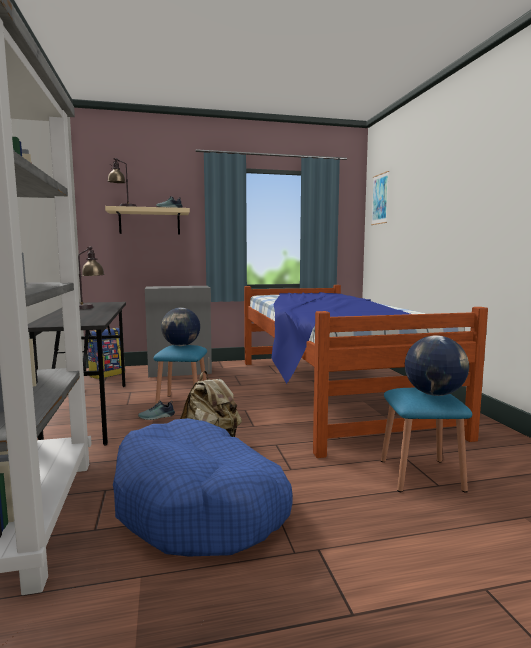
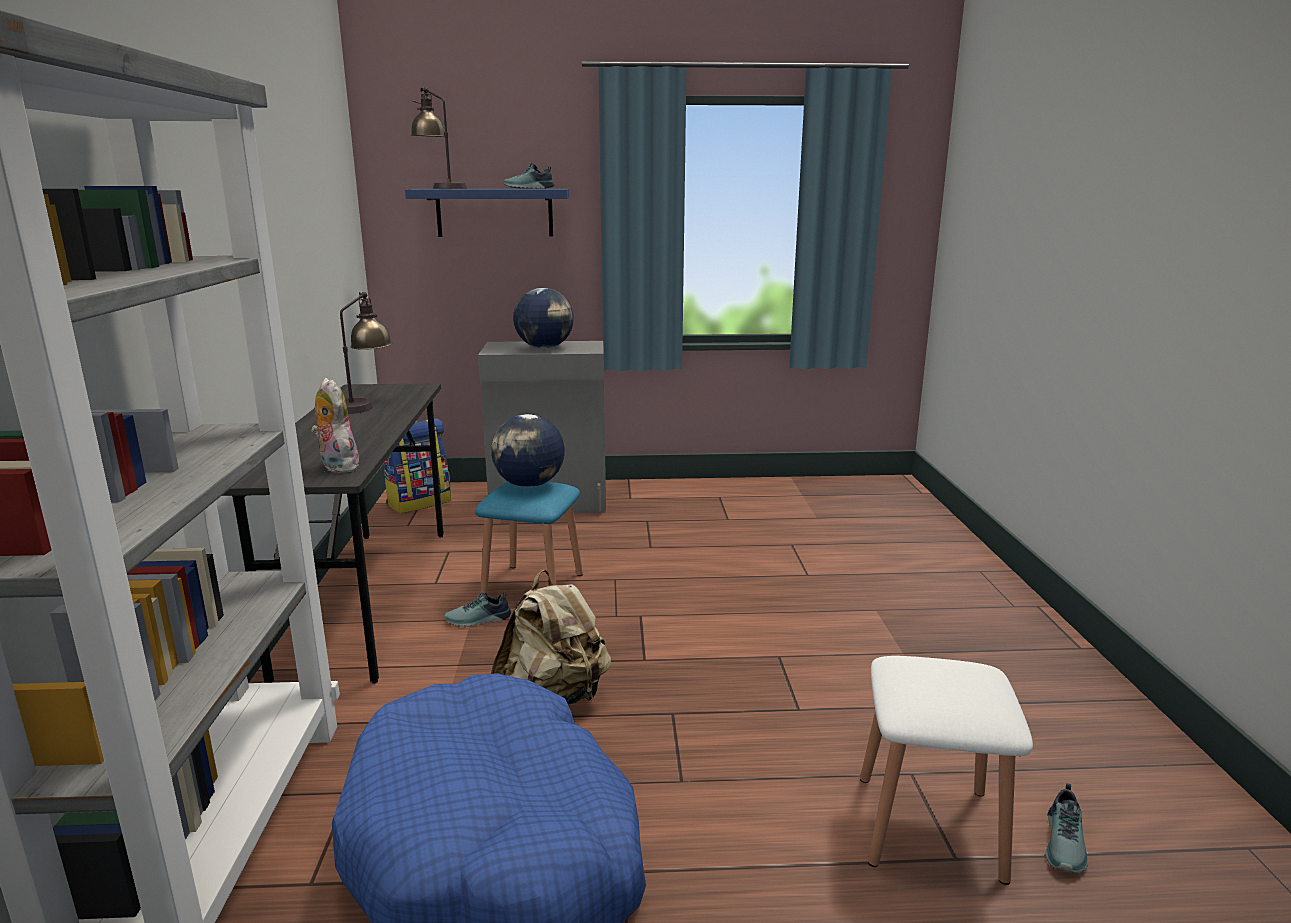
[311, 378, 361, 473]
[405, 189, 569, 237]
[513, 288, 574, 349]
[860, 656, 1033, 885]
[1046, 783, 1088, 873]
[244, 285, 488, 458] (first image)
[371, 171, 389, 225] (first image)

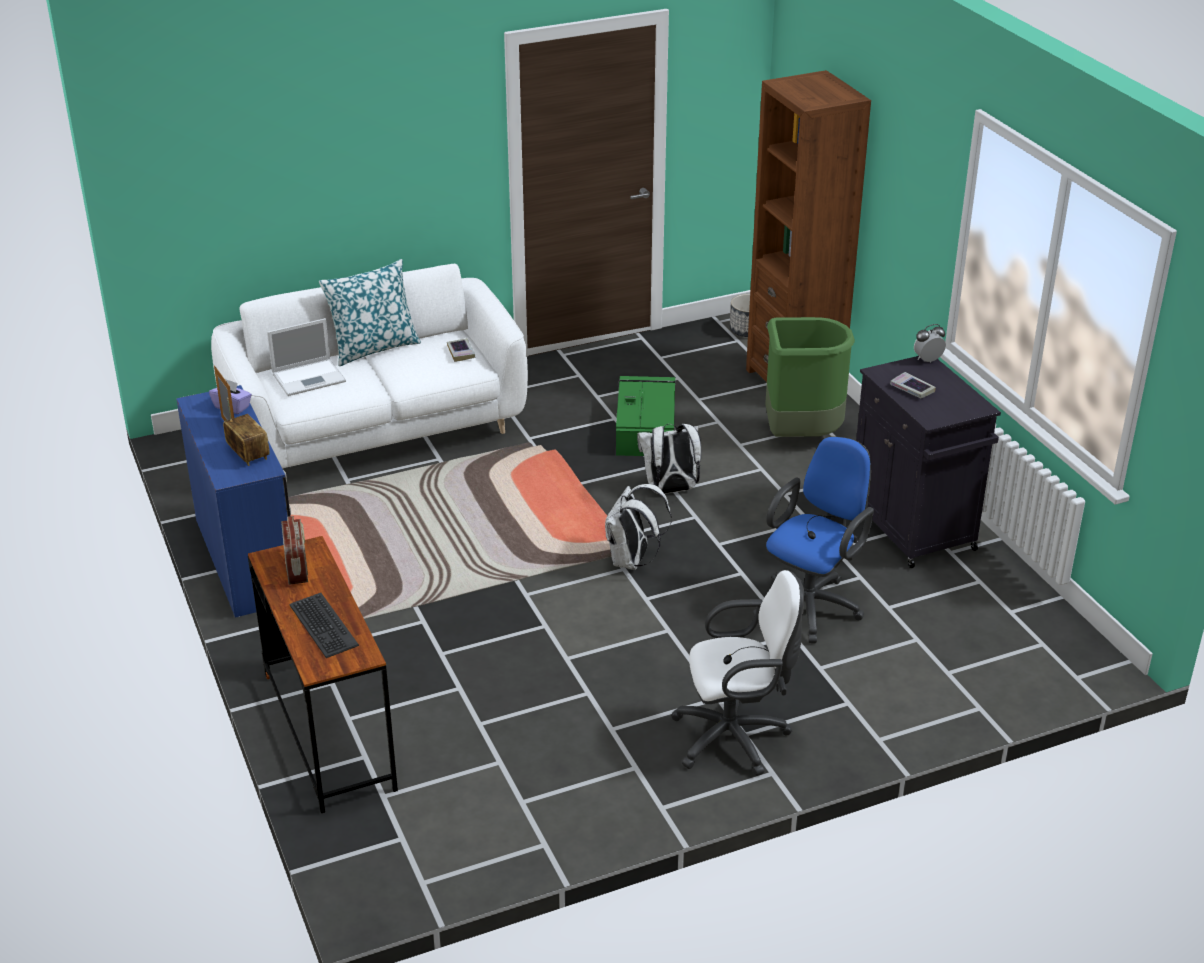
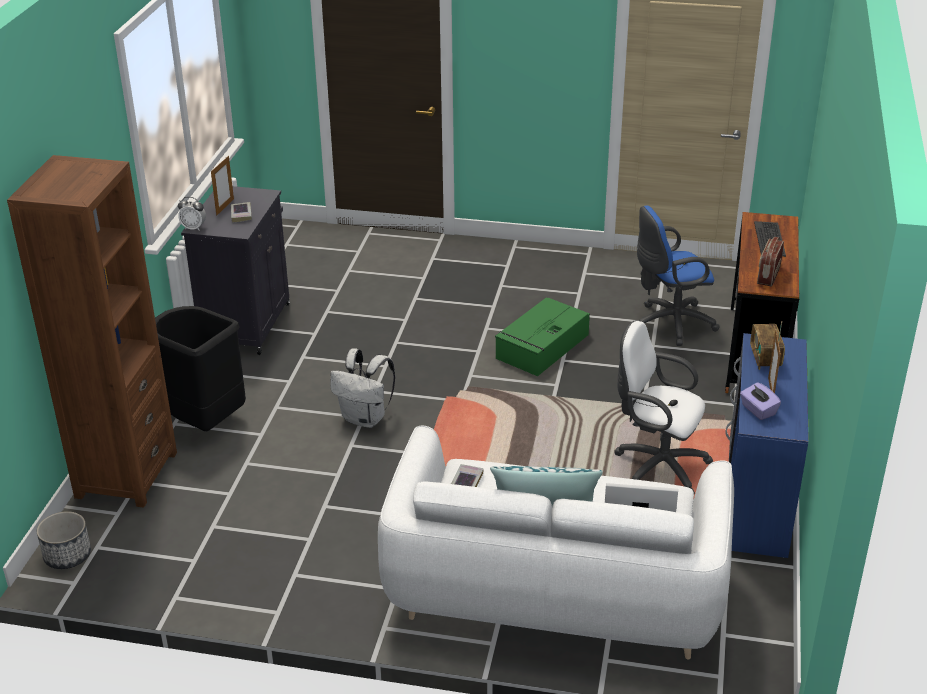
[155, 306, 246, 431]
[211, 156, 234, 215]
[495, 298, 590, 376]
[614, 320, 713, 494]
[637, 205, 720, 346]
[605, 484, 672, 570] (first image)

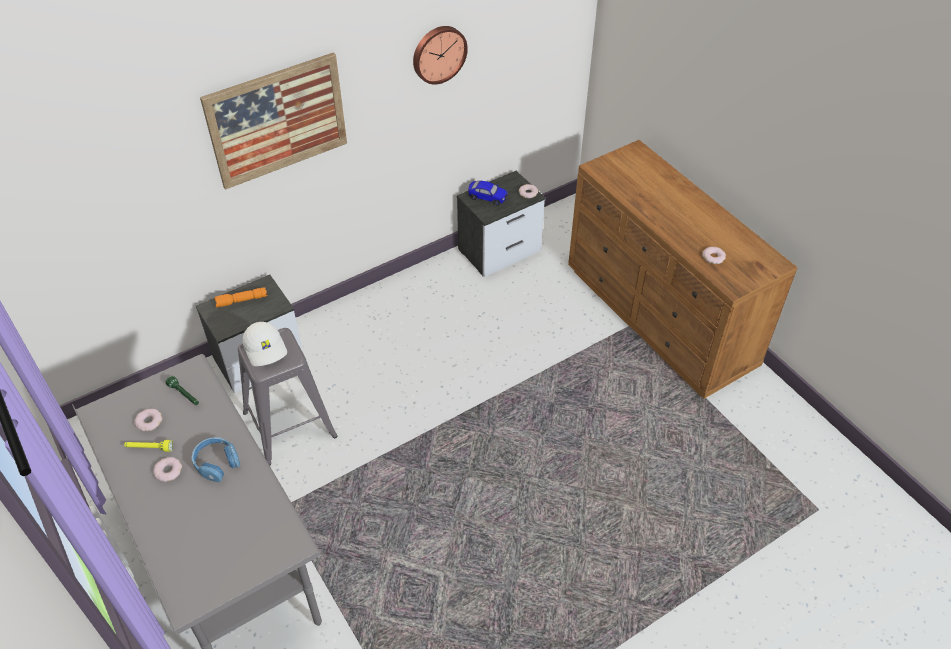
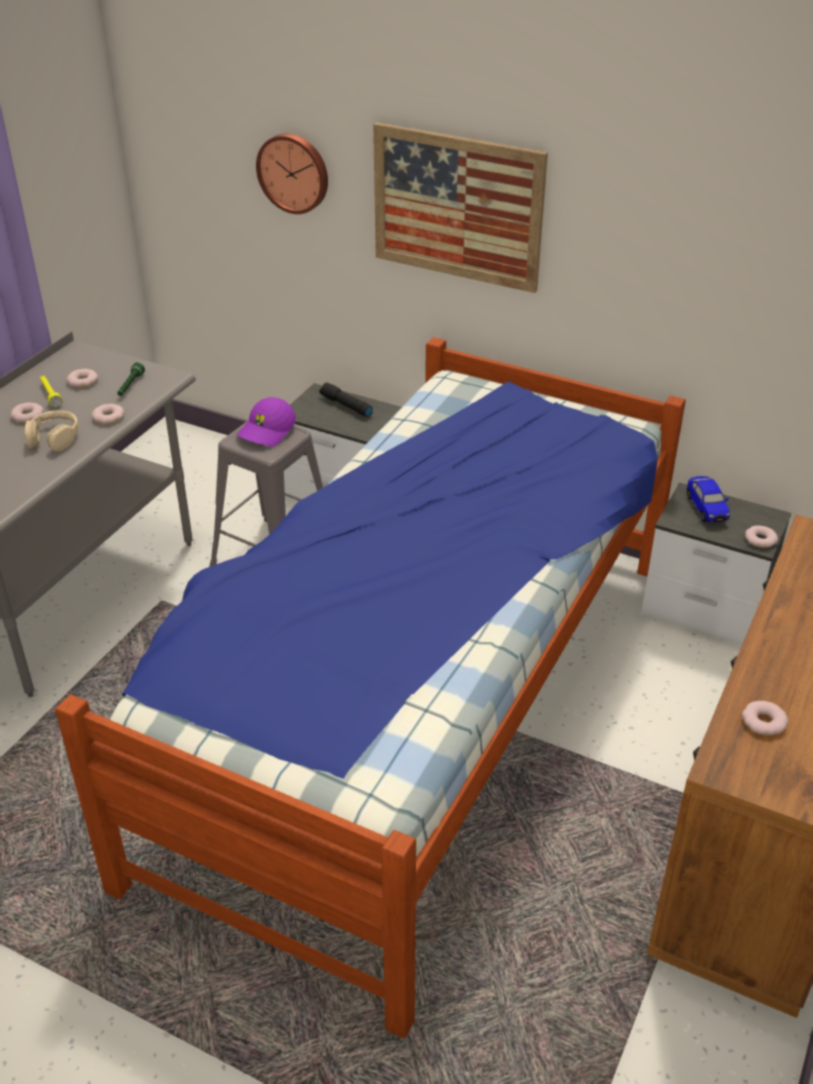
[25, 410, 79, 452]
[55, 337, 686, 1039]
[92, 404, 125, 424]
[237, 397, 296, 446]
[256, 133, 328, 214]
[319, 383, 373, 417]

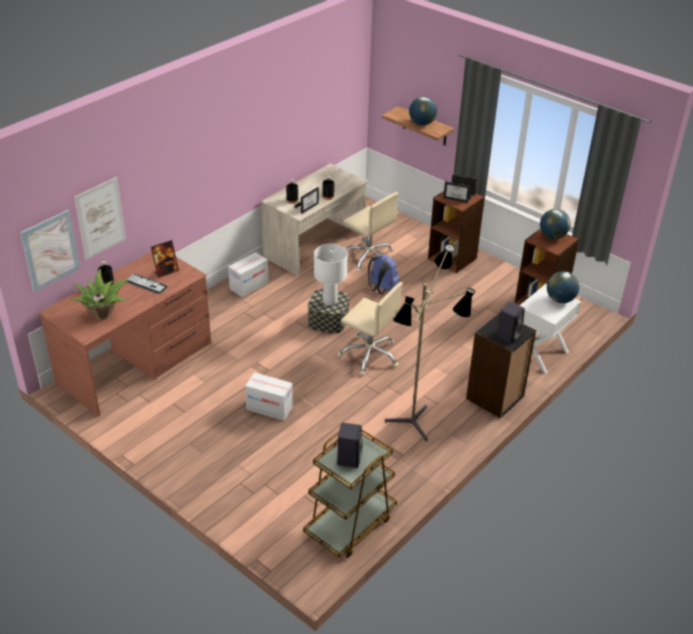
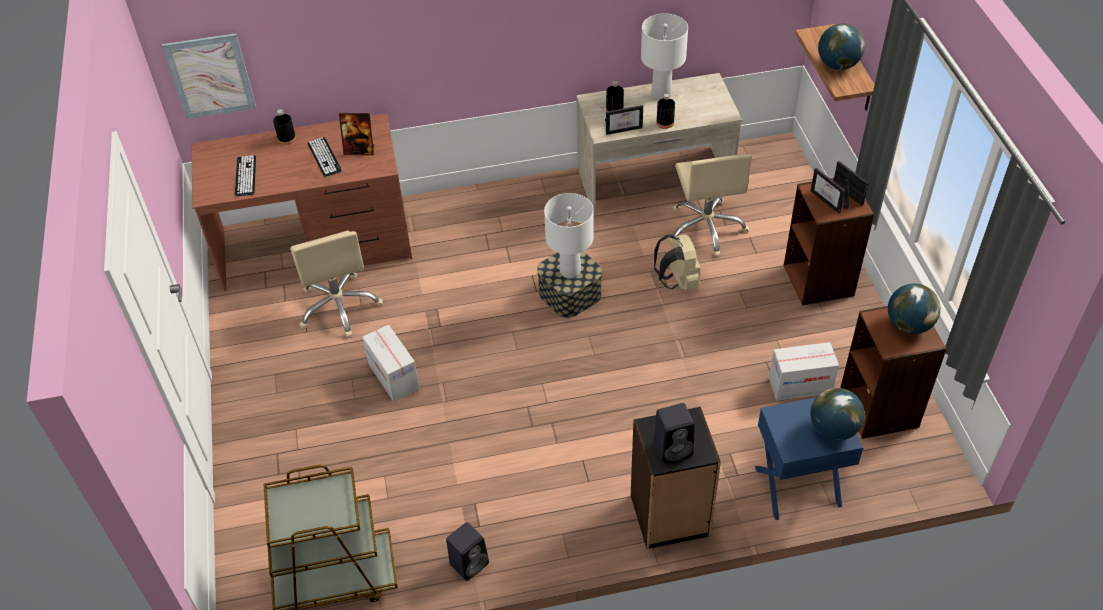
[235, 155, 256, 196]
[290, 230, 383, 338]
[446, 522, 489, 581]
[641, 13, 688, 100]
[654, 235, 701, 290]
[755, 397, 863, 520]
[769, 342, 839, 401]
[74, 177, 126, 260] (first image)
[385, 244, 475, 441] (first image)

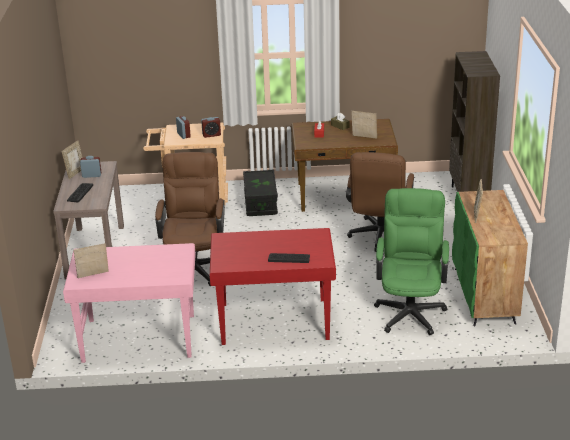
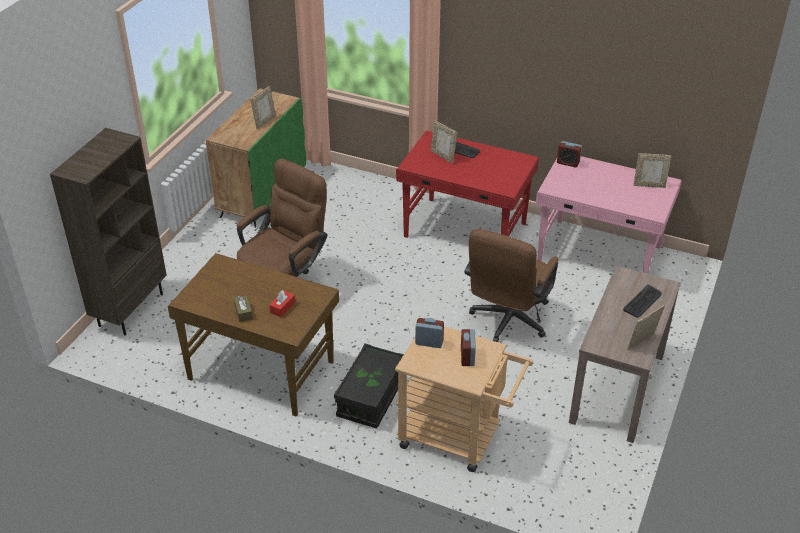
[431, 120, 457, 164]
[557, 141, 582, 167]
[374, 188, 449, 335] (first image)

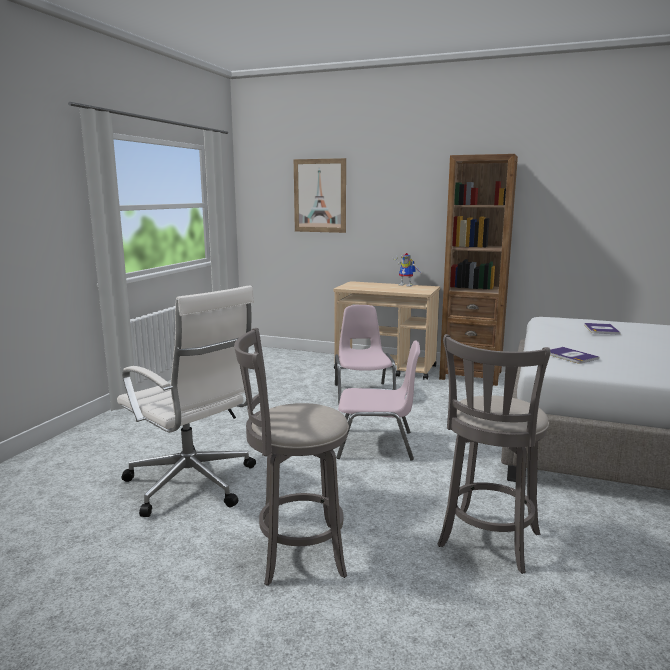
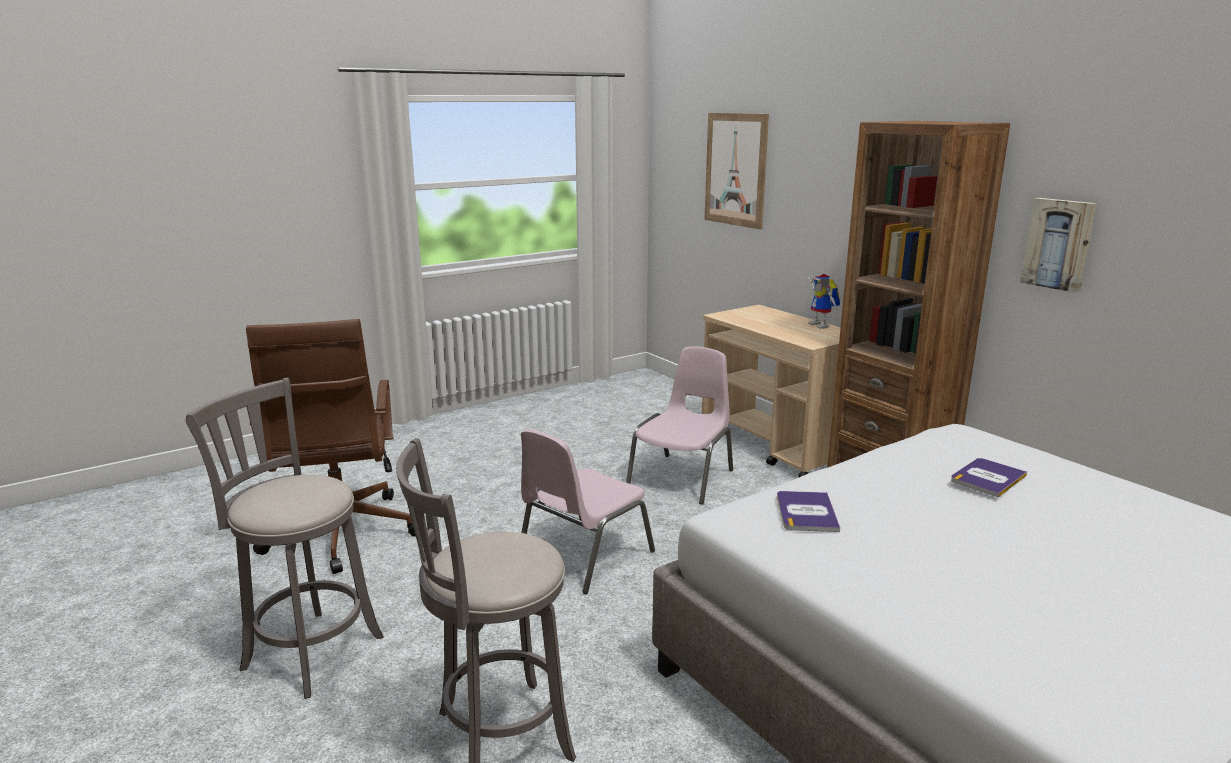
[246, 319, 416, 574]
[521, 429, 655, 594]
[1020, 198, 1097, 293]

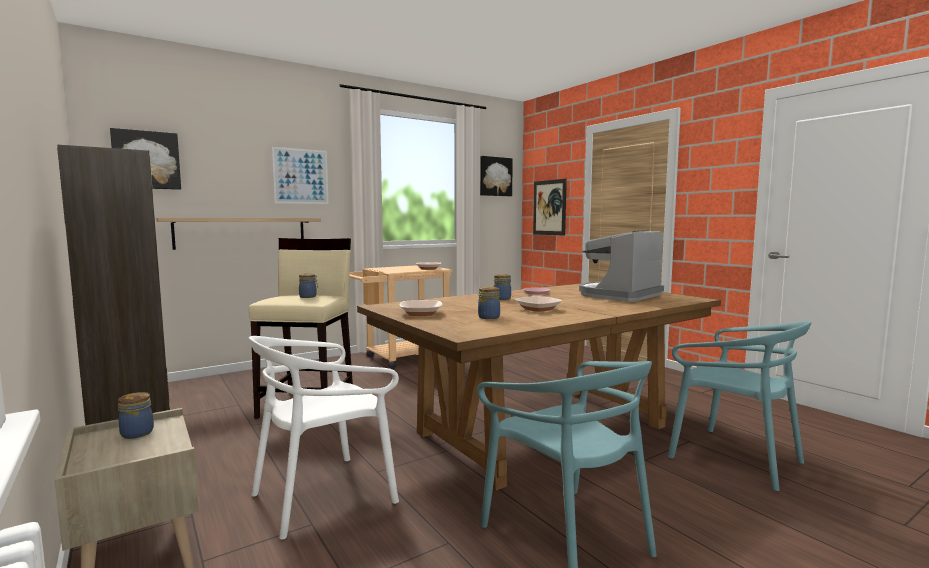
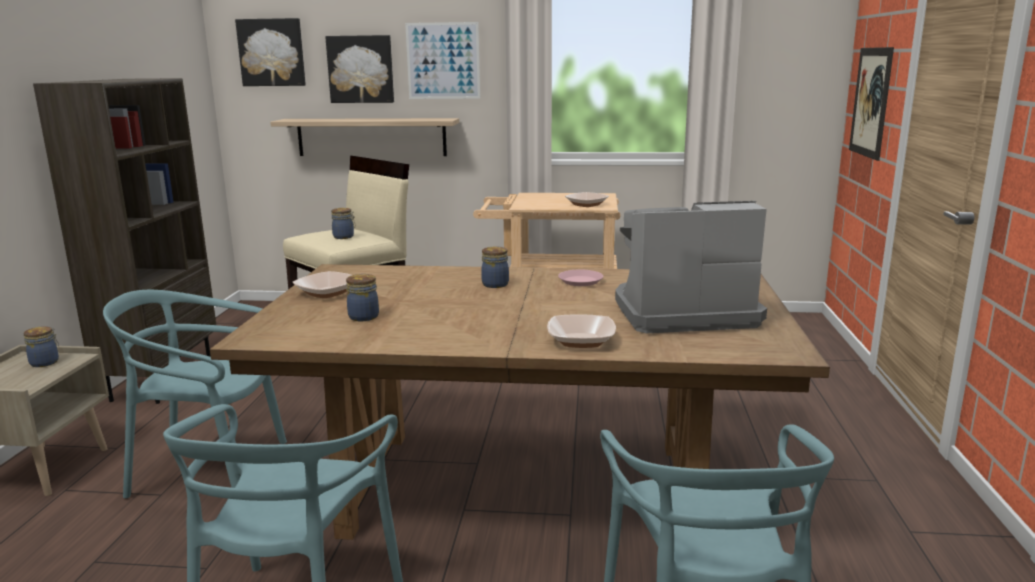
[103, 290, 287, 498]
[325, 35, 394, 103]
[547, 314, 616, 348]

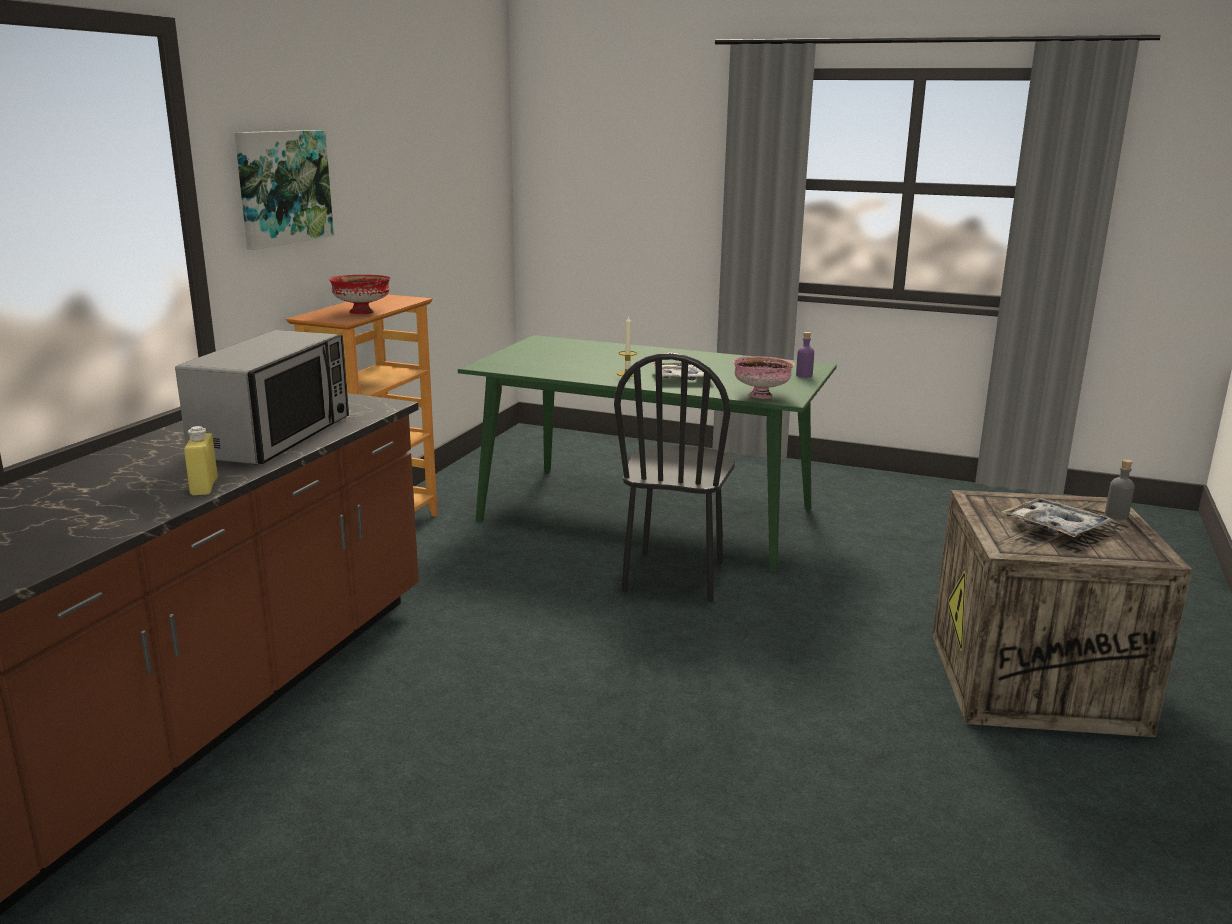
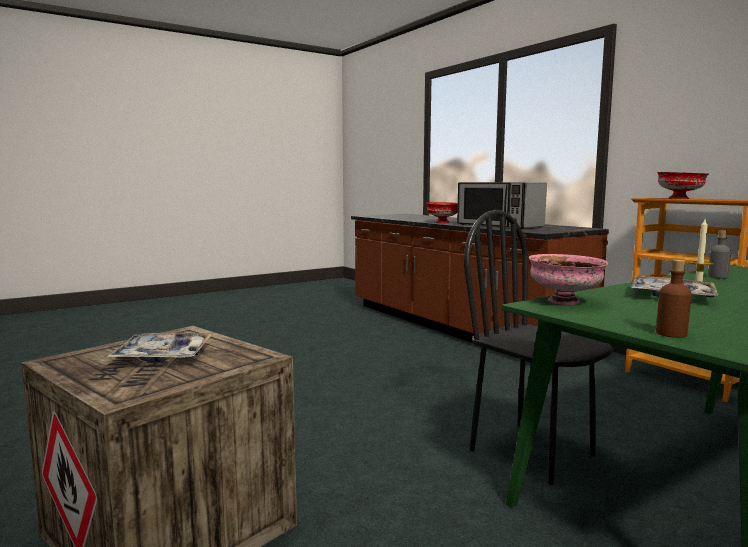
[426, 202, 458, 223]
[656, 259, 692, 338]
[708, 230, 731, 278]
[235, 130, 334, 250] (first image)

